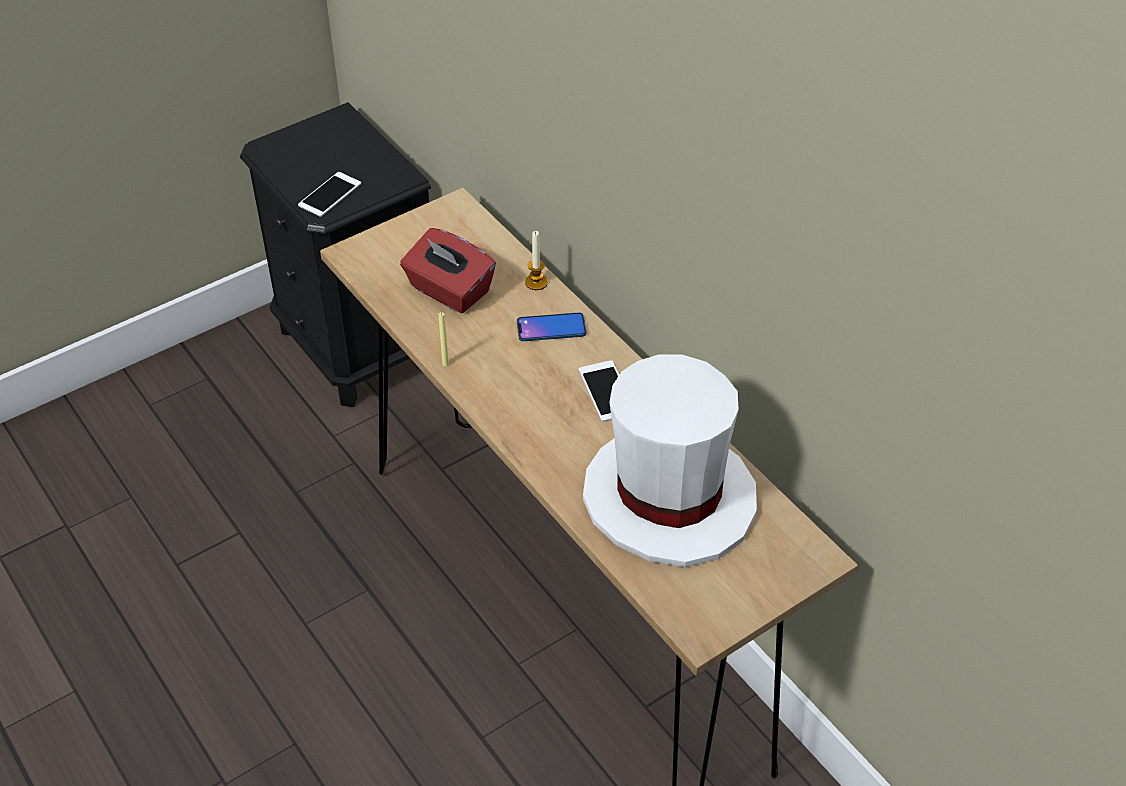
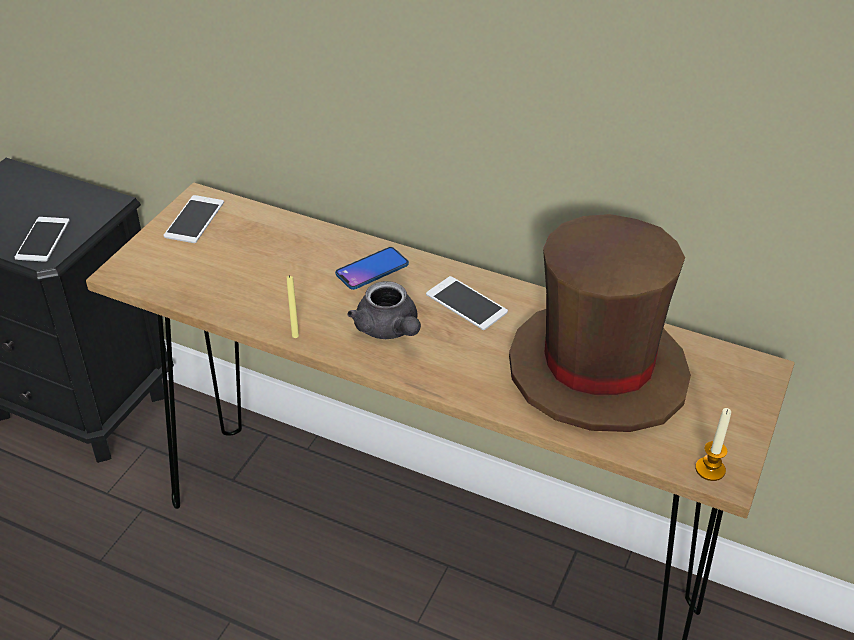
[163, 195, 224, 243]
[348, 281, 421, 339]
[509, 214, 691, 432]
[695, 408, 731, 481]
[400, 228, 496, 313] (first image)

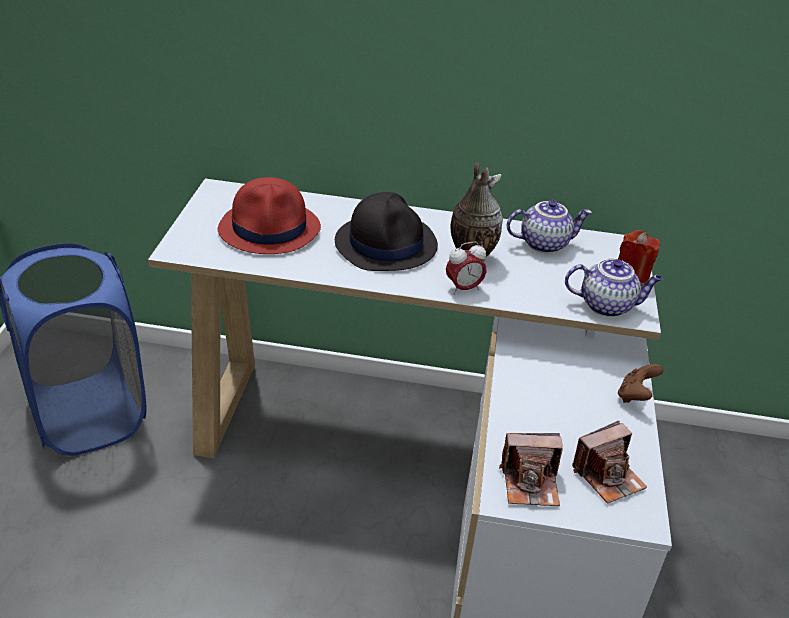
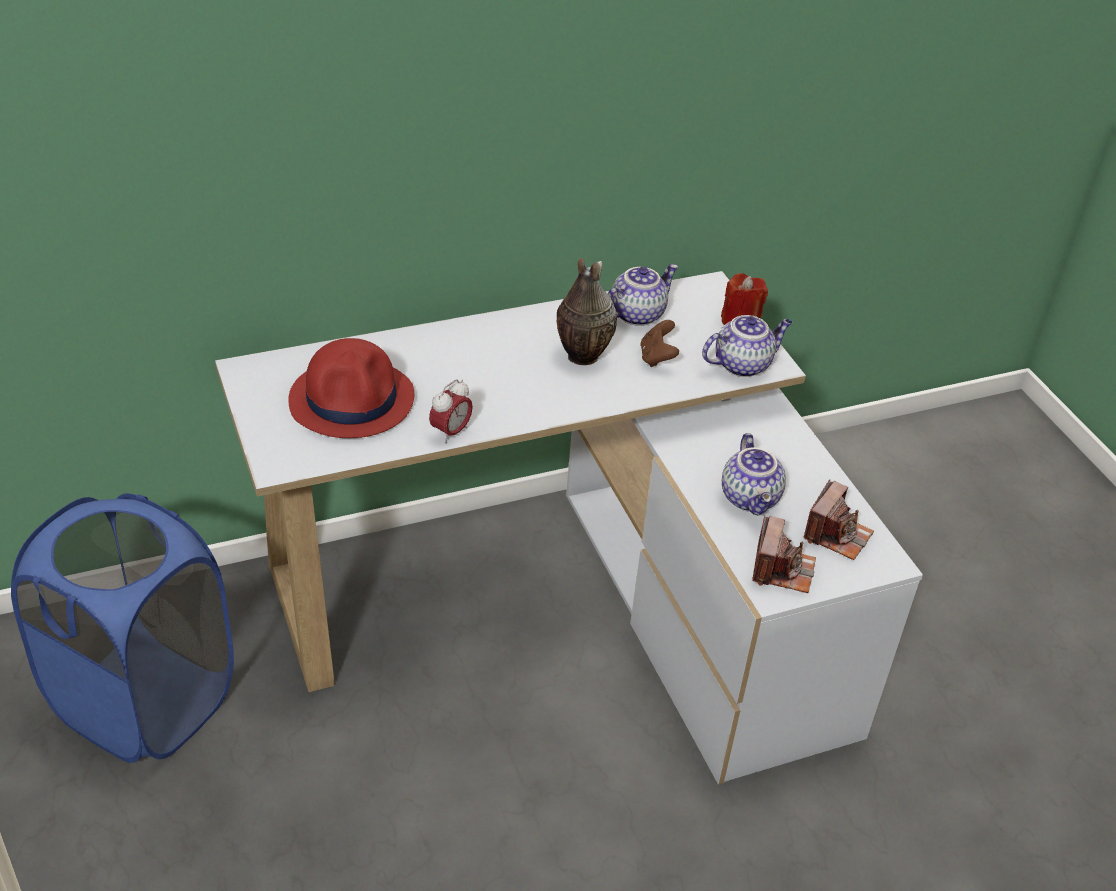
[429, 379, 473, 443]
[640, 320, 679, 367]
[722, 433, 786, 515]
[752, 515, 816, 593]
[335, 192, 438, 271] (first image)

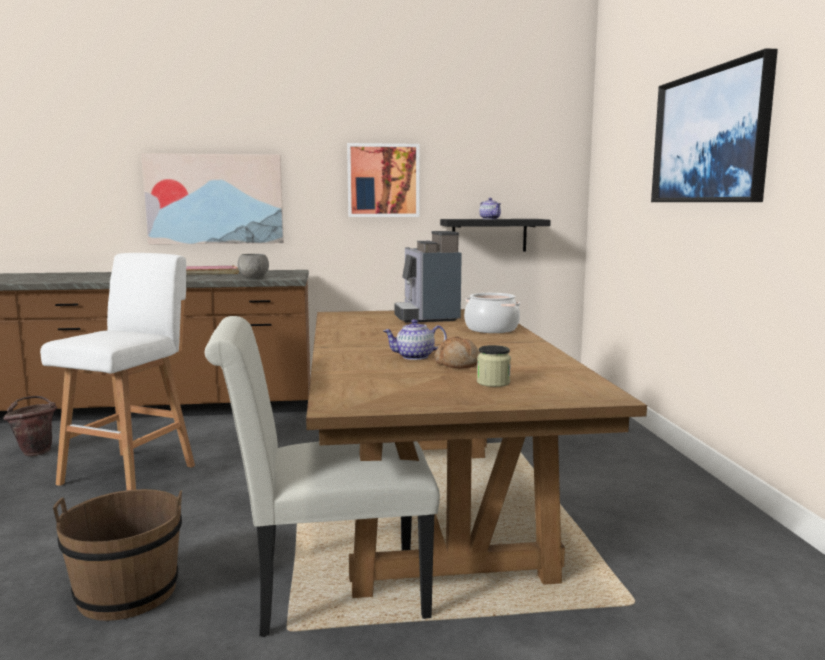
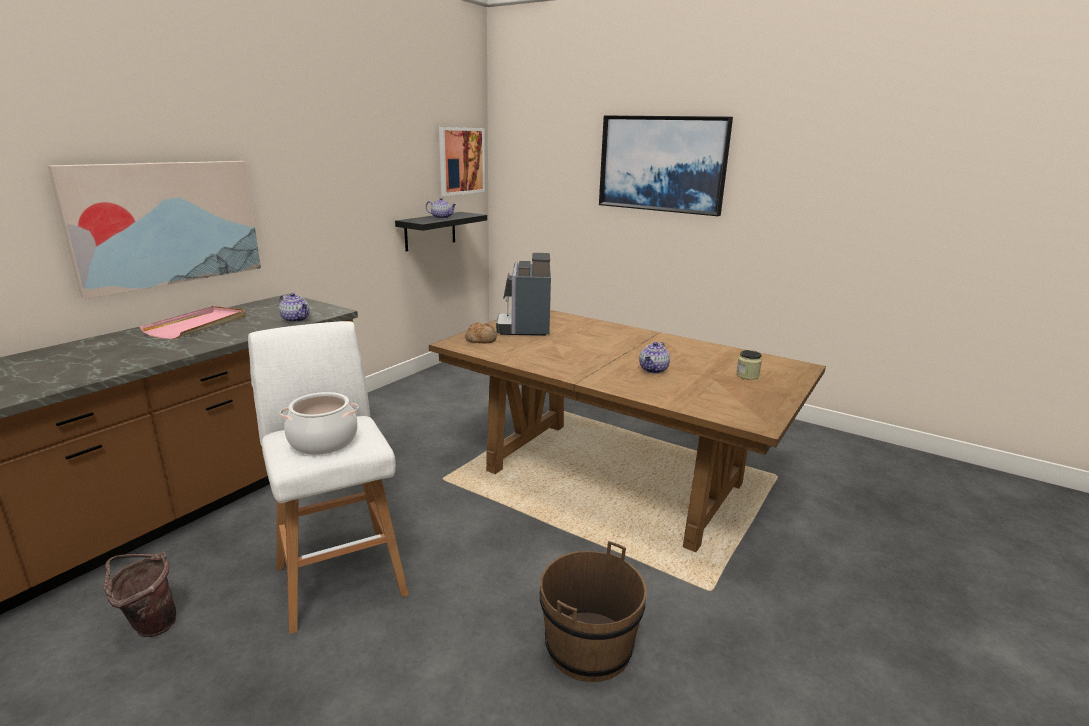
[279, 293, 310, 322]
[280, 392, 359, 455]
[439, 127, 485, 196]
[465, 322, 497, 344]
[496, 253, 551, 336]
[205, 316, 440, 637] (first image)

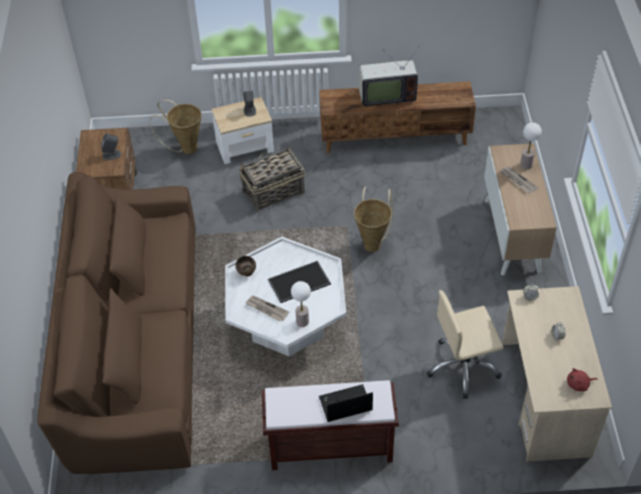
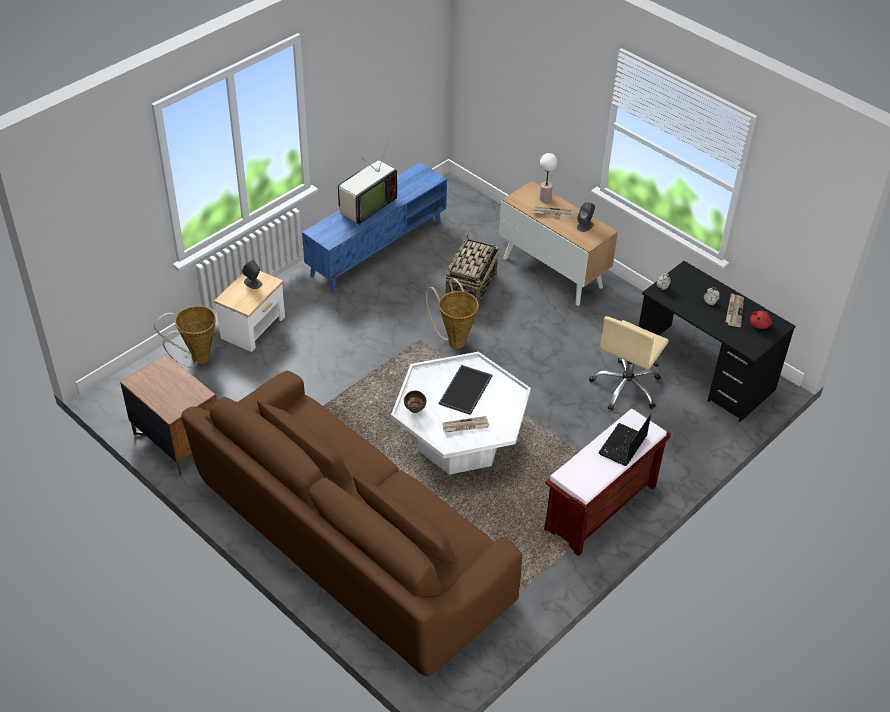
[302, 162, 447, 293]
[445, 235, 499, 309]
[577, 202, 595, 232]
[638, 261, 796, 422]
[726, 293, 744, 327]
[291, 281, 311, 327] (first image)

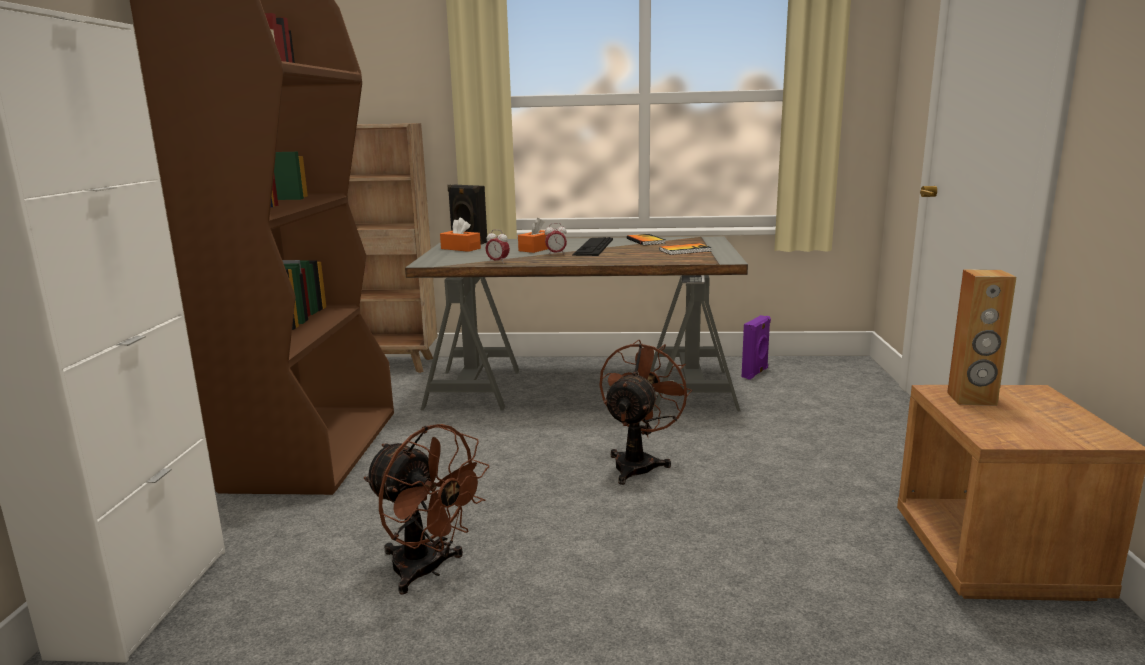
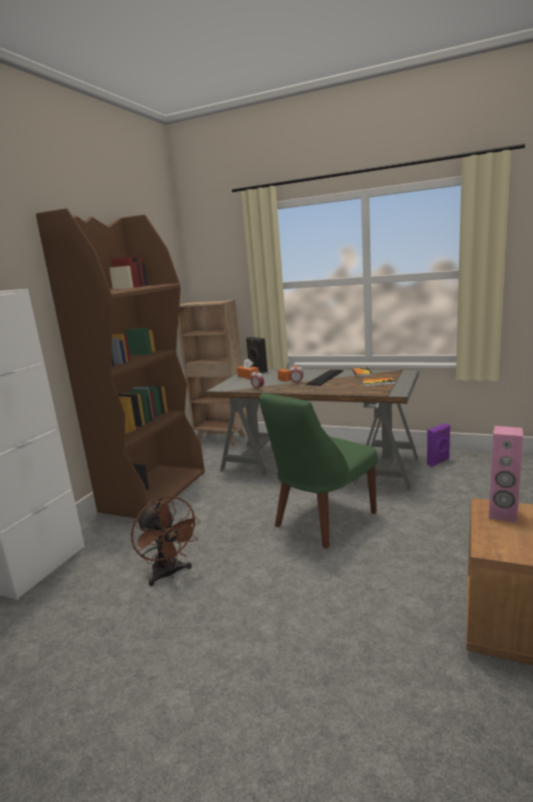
[259, 393, 377, 549]
[489, 426, 523, 523]

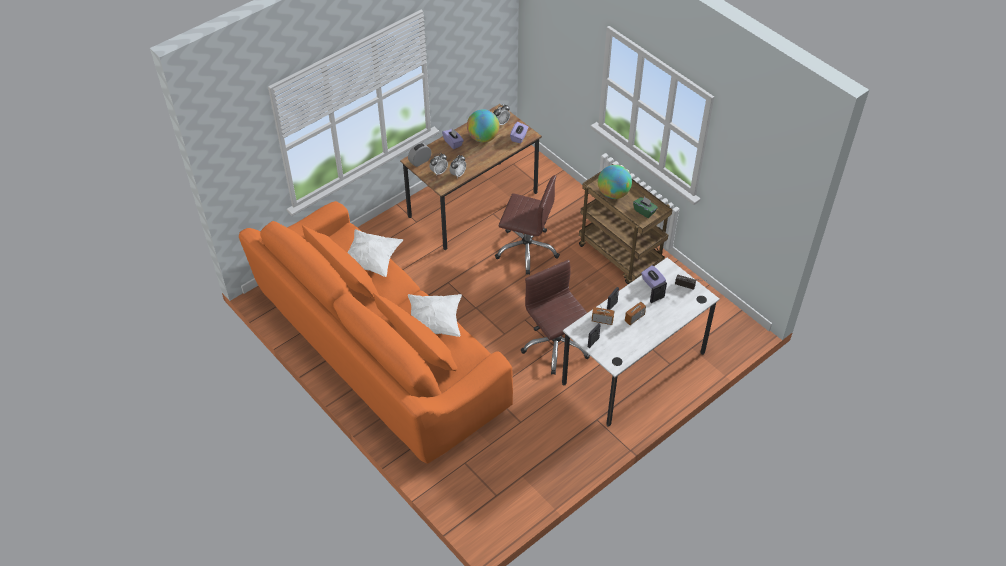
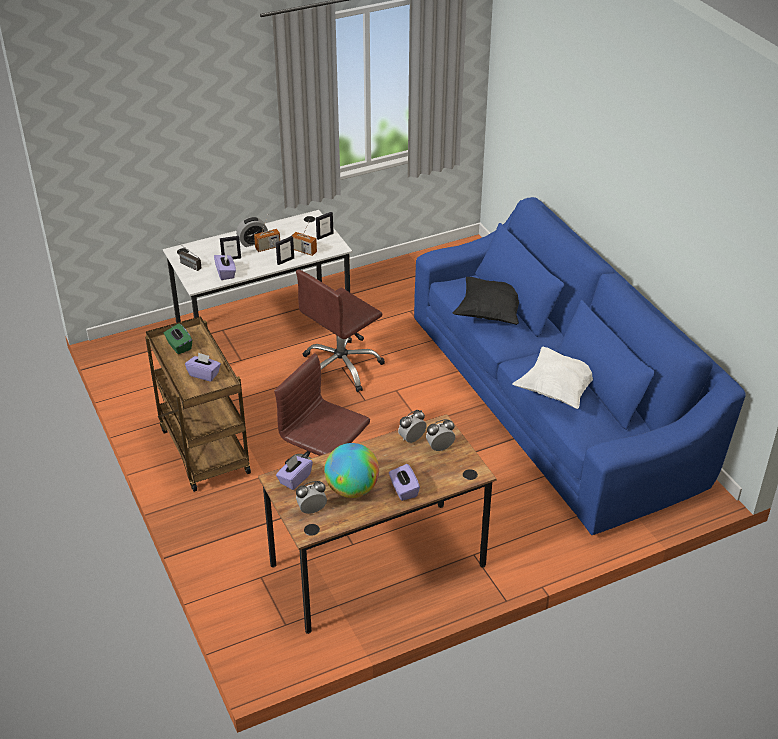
[185, 352, 221, 381]
[236, 217, 268, 247]
[296, 270, 385, 392]
[414, 197, 746, 536]
[452, 277, 519, 325]

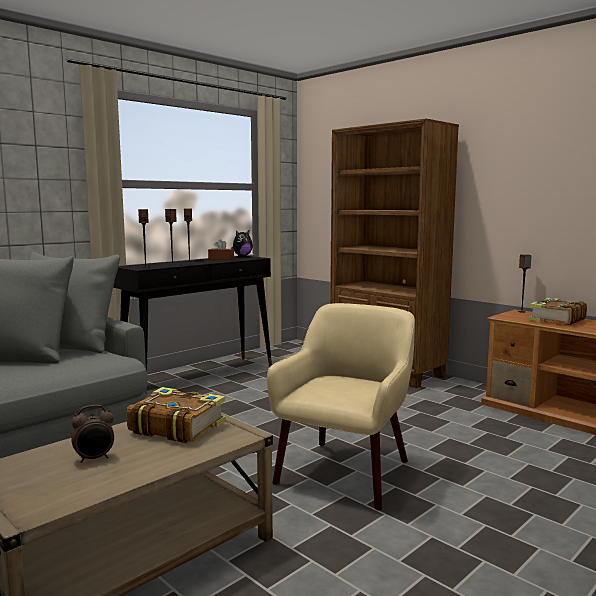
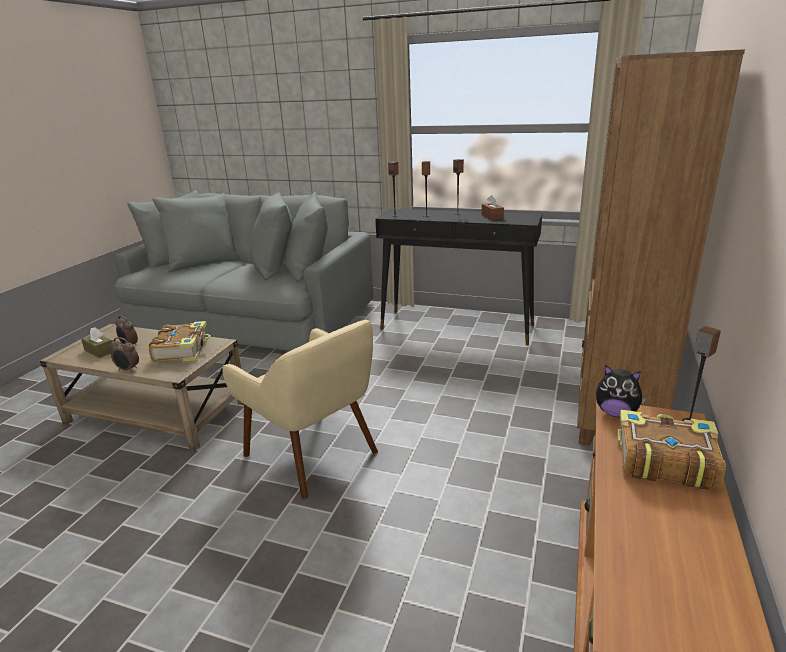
[81, 327, 113, 358]
[110, 337, 139, 372]
[222, 320, 378, 499]
[596, 365, 646, 417]

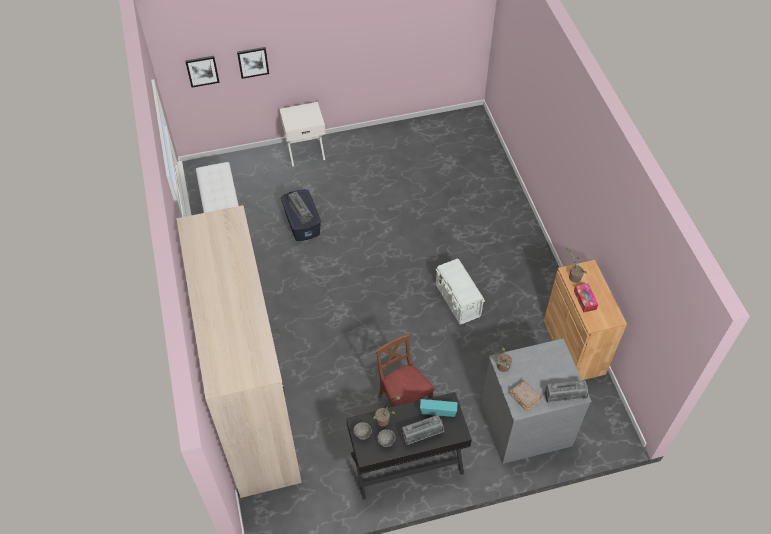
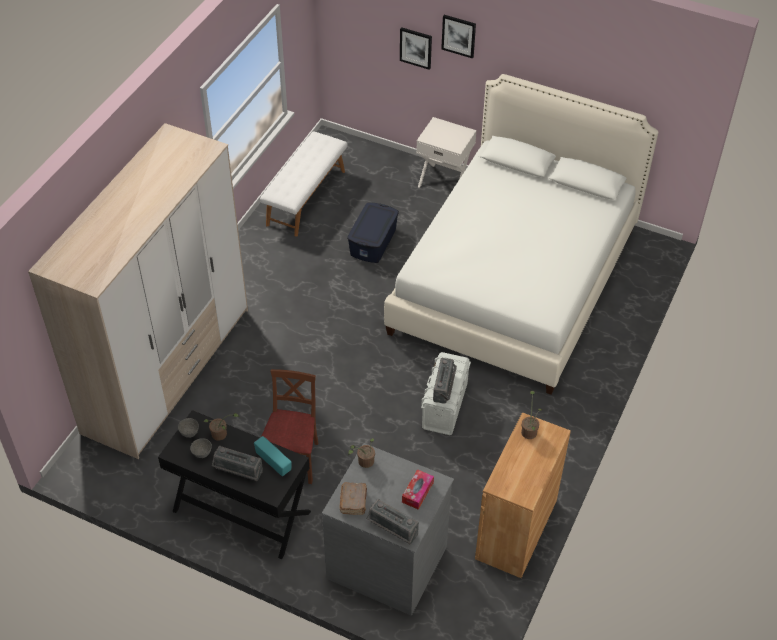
[384, 74, 659, 395]
[402, 469, 434, 510]
[433, 358, 457, 404]
[441, 15, 476, 59]

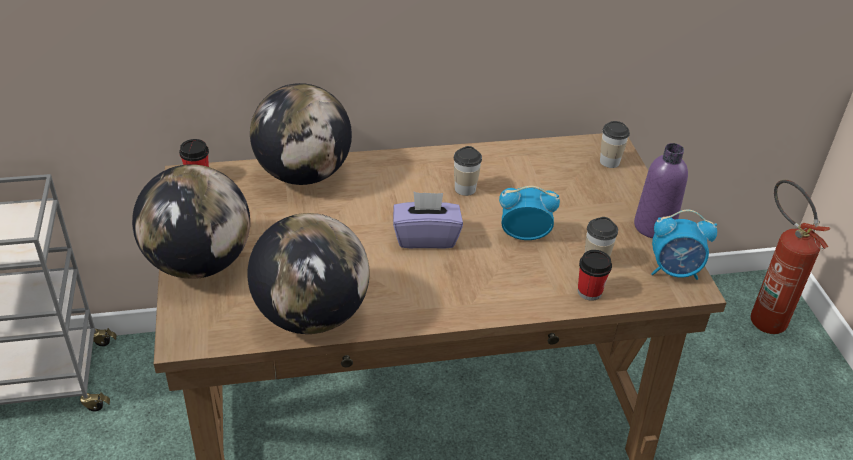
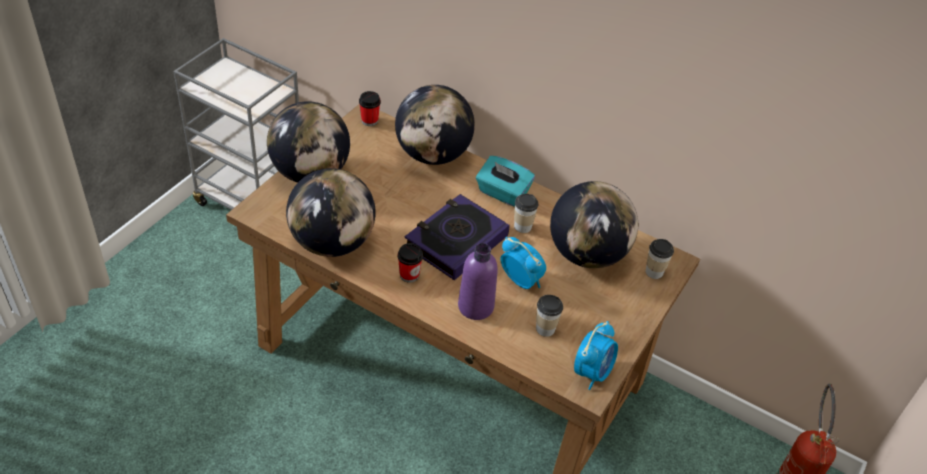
[398, 243, 423, 283]
[404, 194, 509, 280]
[458, 243, 498, 320]
[476, 156, 535, 207]
[550, 181, 638, 268]
[574, 321, 618, 390]

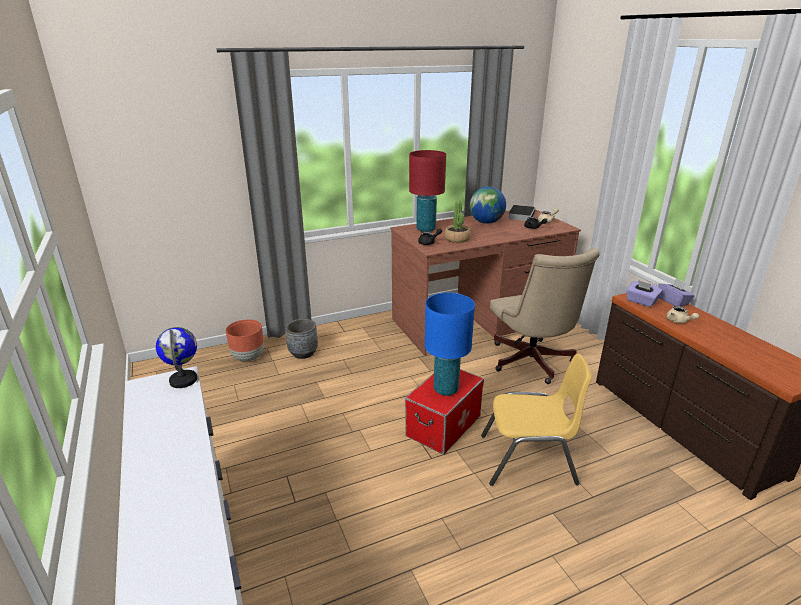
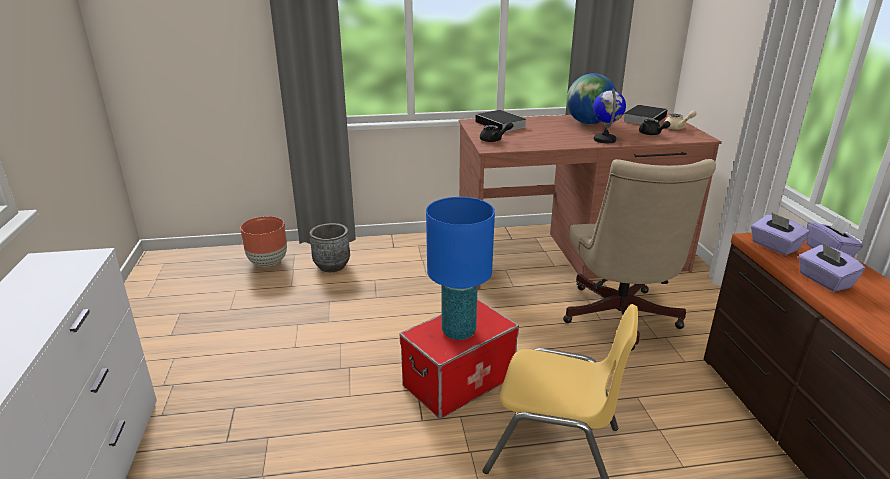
[475, 110, 527, 134]
[593, 88, 626, 143]
[799, 243, 865, 292]
[444, 200, 471, 243] (first image)

